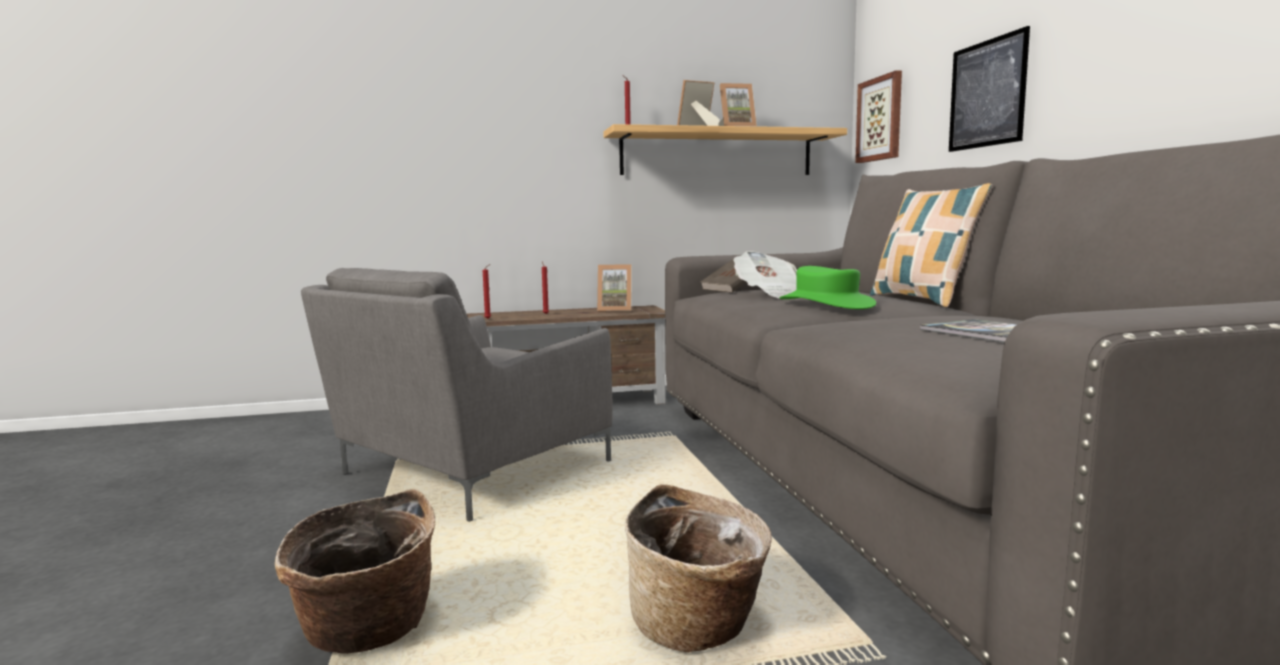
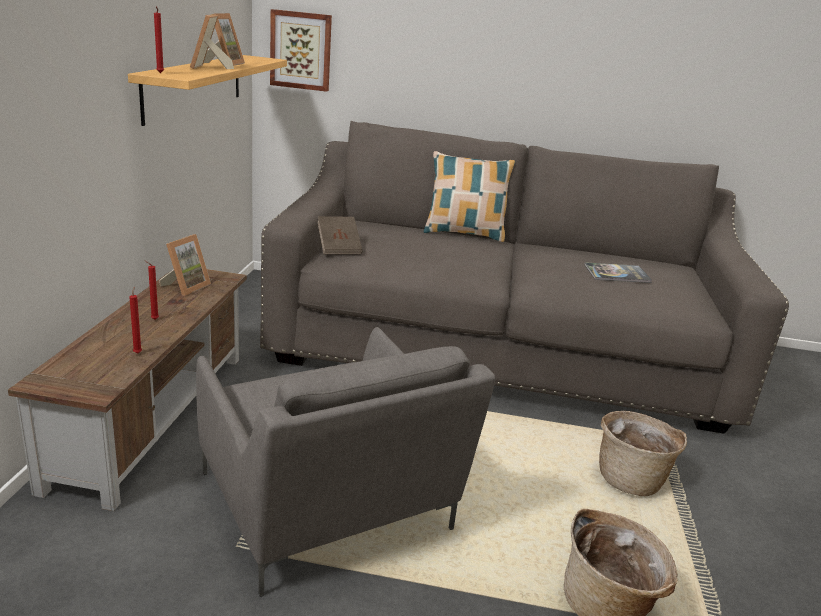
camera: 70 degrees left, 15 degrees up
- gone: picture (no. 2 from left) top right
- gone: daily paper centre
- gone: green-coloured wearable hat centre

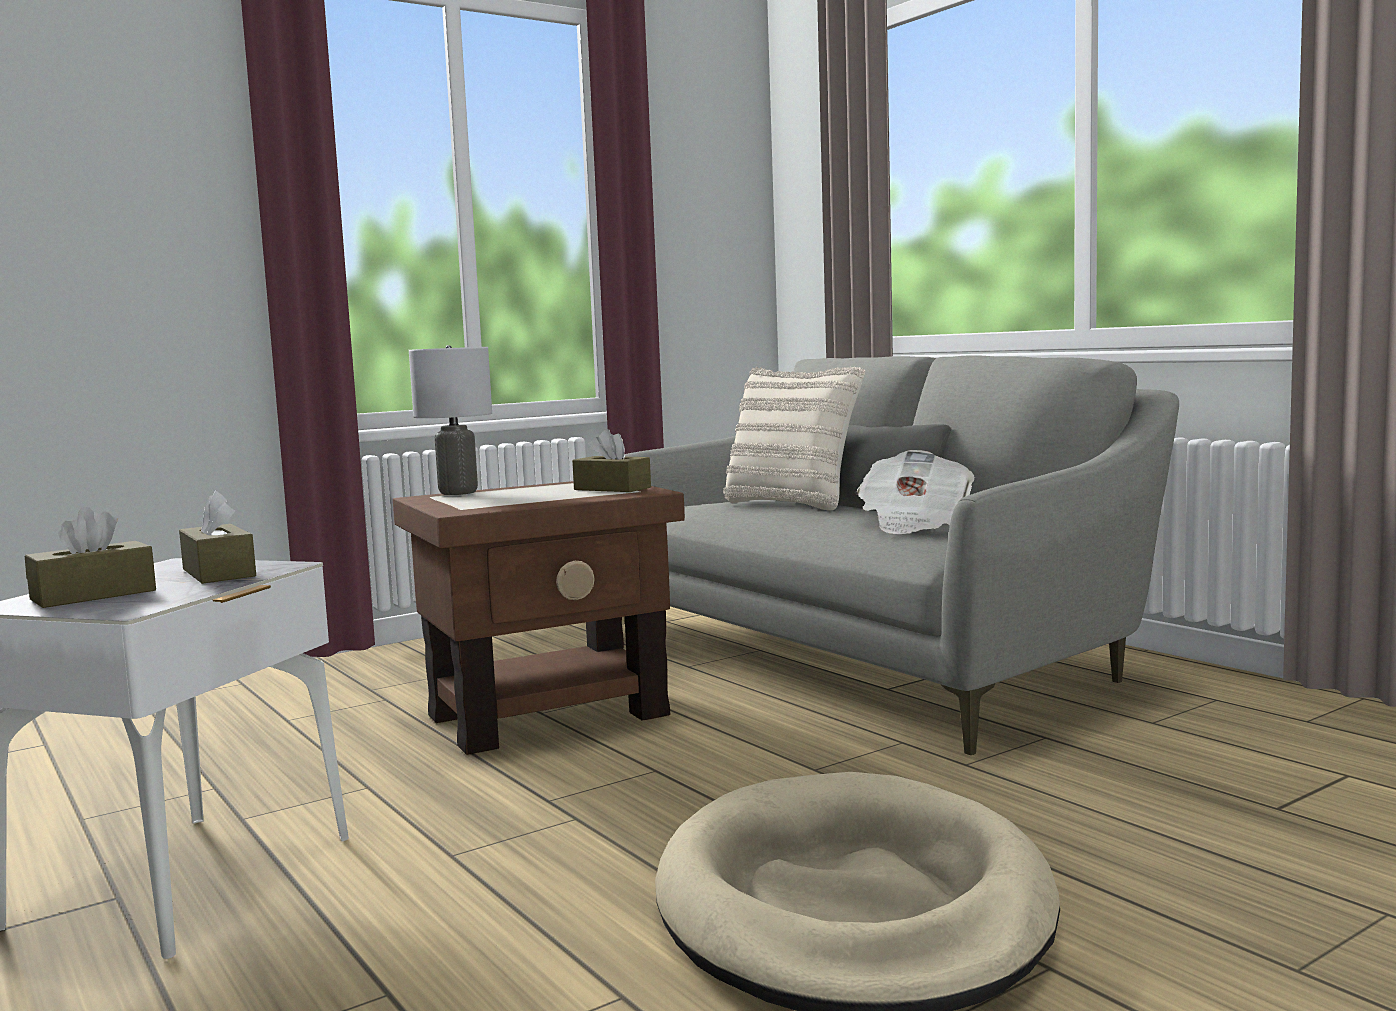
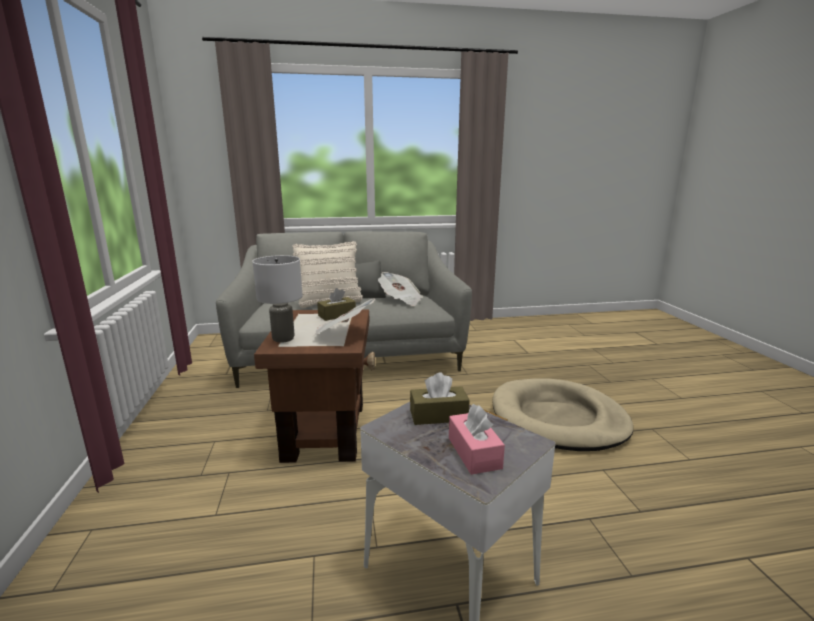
camera: 65 degrees left, 10 degrees up
- repainted: brownish tissue box (no. 1 from left) middle left to pink tissue box bottom centre
- new: daily paper (no. 1 from left) centre

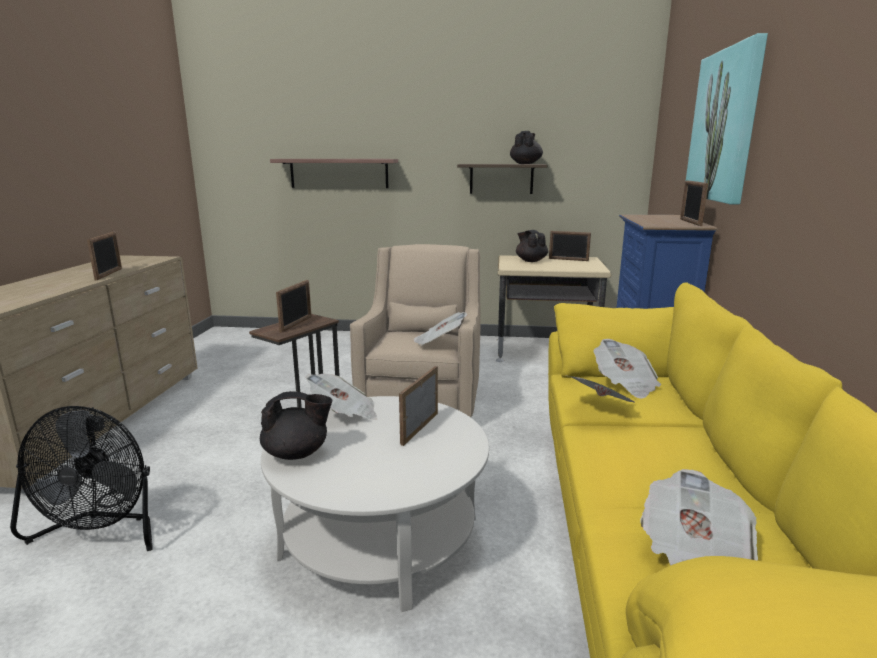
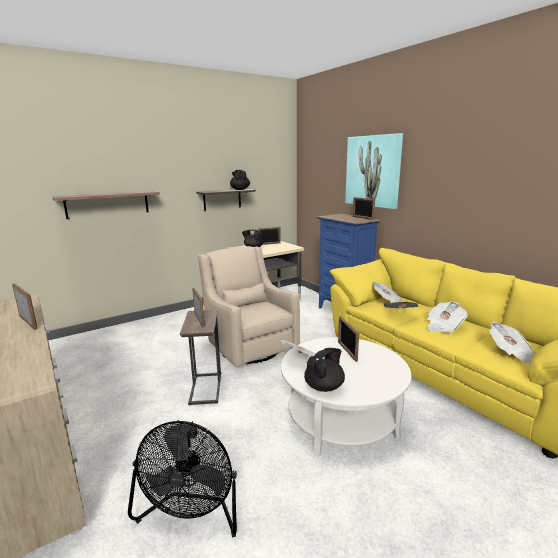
camera: 40 degrees left, 0 degrees up
- shifted: daily paper (no. 2 from left in the first image) centre to daily paper (no. 4 from left) middle right
- rotated: blackish cooling fan bottom left = bottom left 45 degrees clockwise

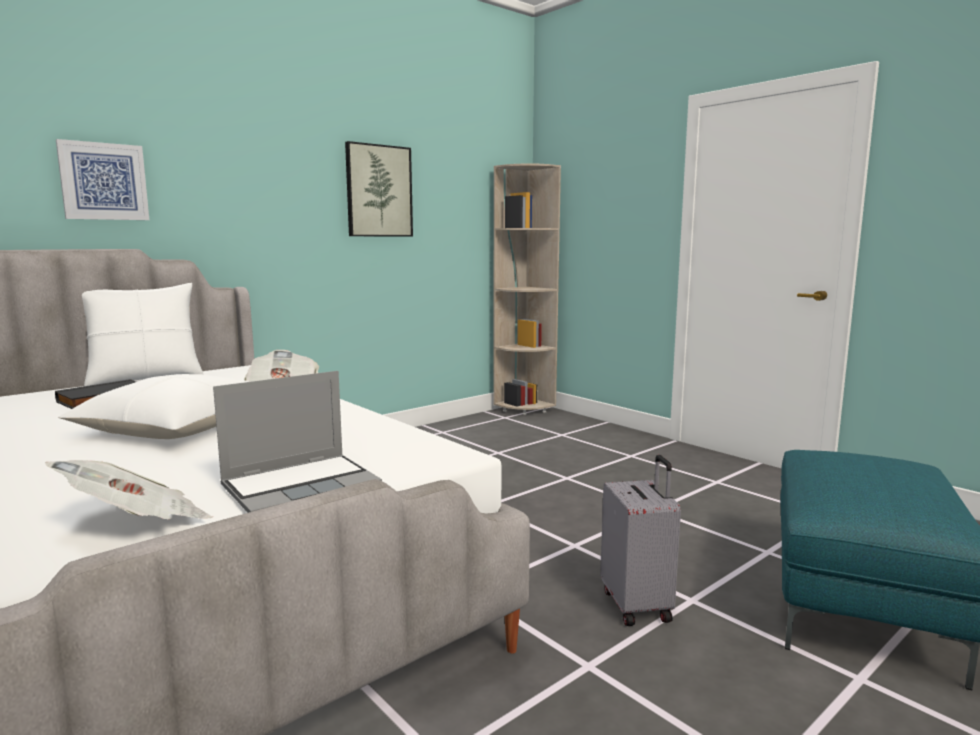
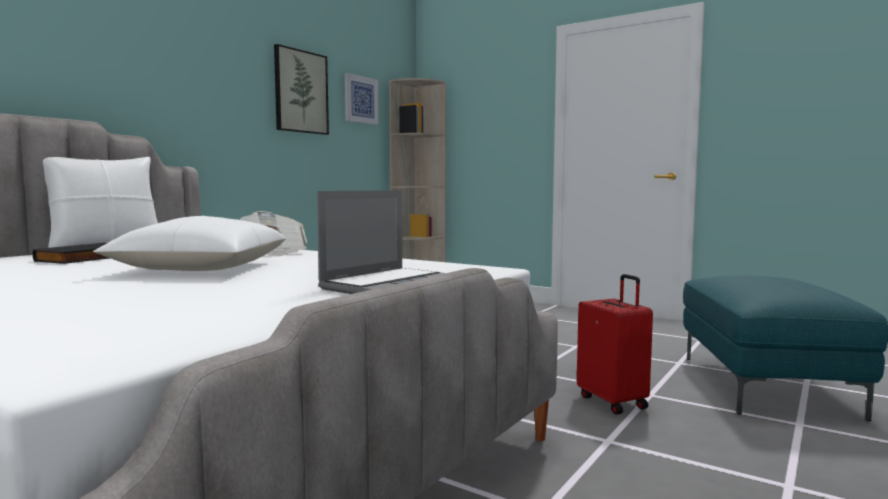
camera: 15 degrees left, 5 degrees down
- shifted: picture (no. 1 from left in the first image) top left to picture (no. 2 from left) top centre
- repainted: greyish suitcase bottom centre to red-coloured suitcase bottom right
- gone: daily paper (no. 1 from left) middle left

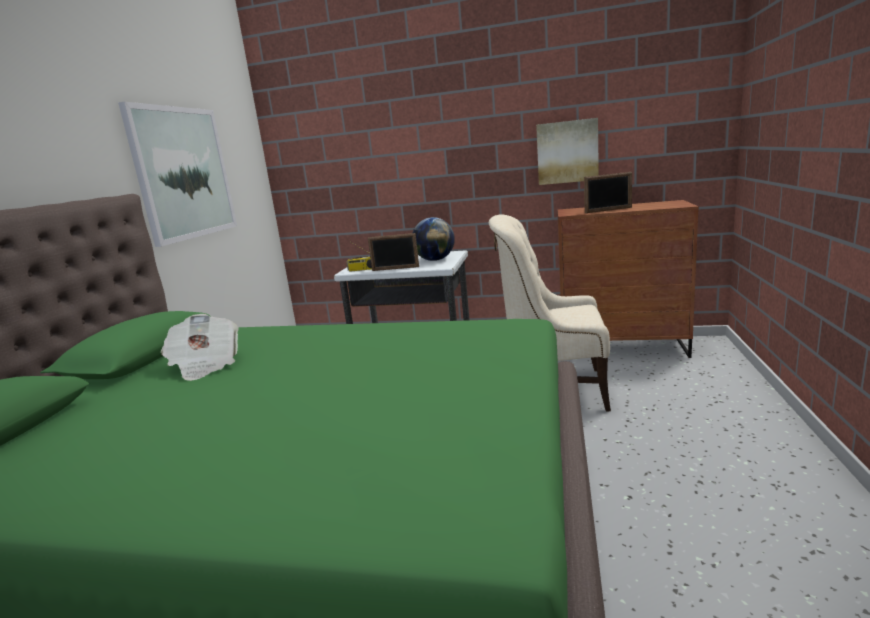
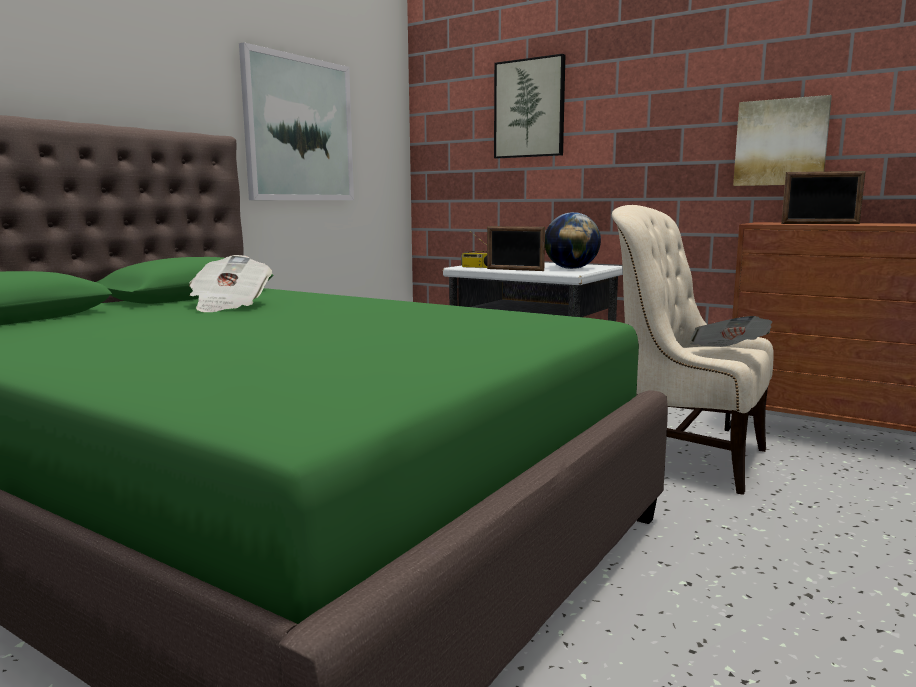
camera: 20 degrees right, 5 degrees down
- new: picture (no. 2 from left) top centre
- new: daily paper (no. 2 from left) middle right

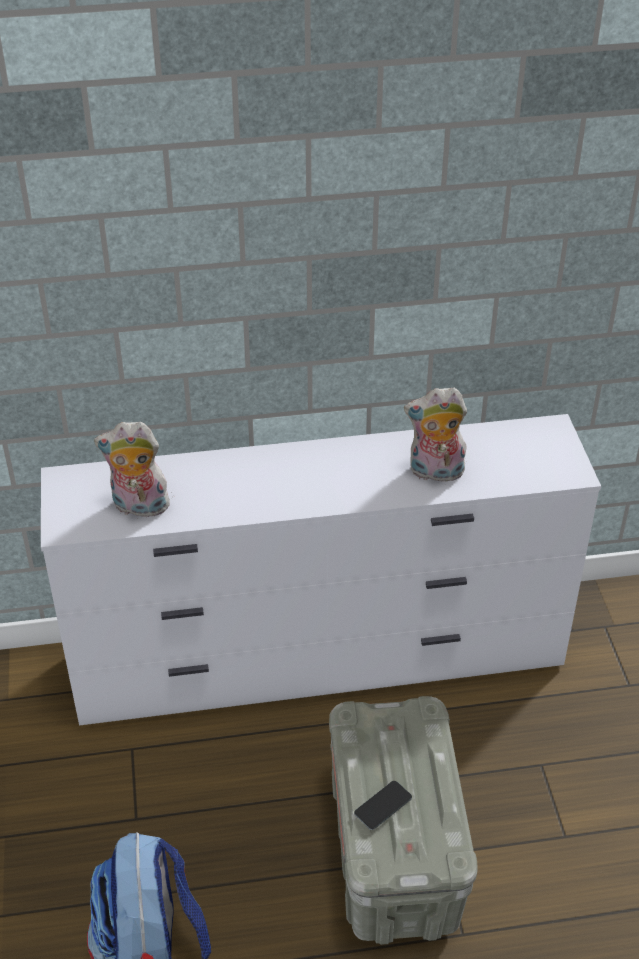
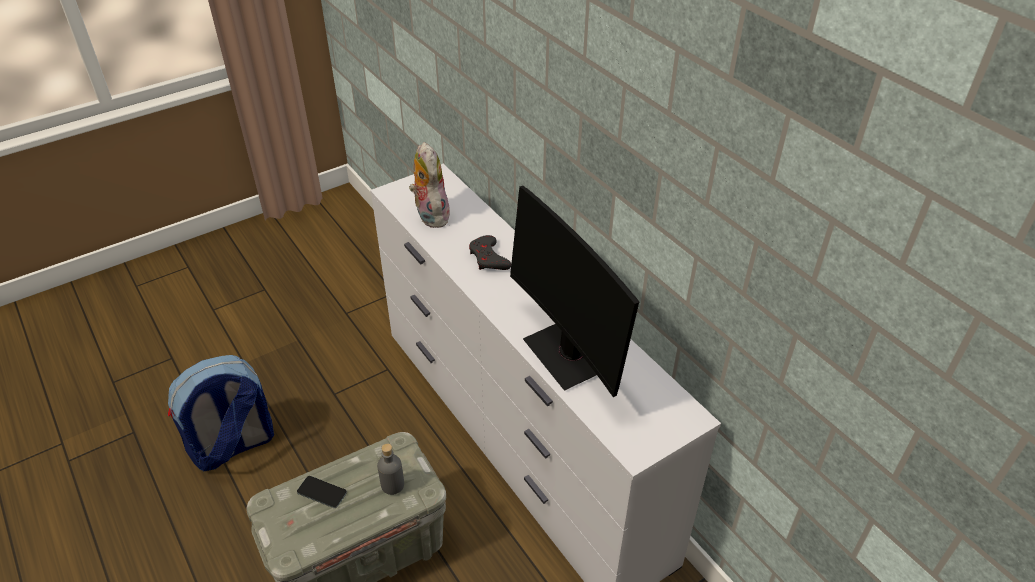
camera: 65 degrees right, 0 degrees up
- swapped: cuddly toy (no. 2 from left) middle right to monitor centre
- new: greyish gamepad centre
- new: greyish bottle bottom centre

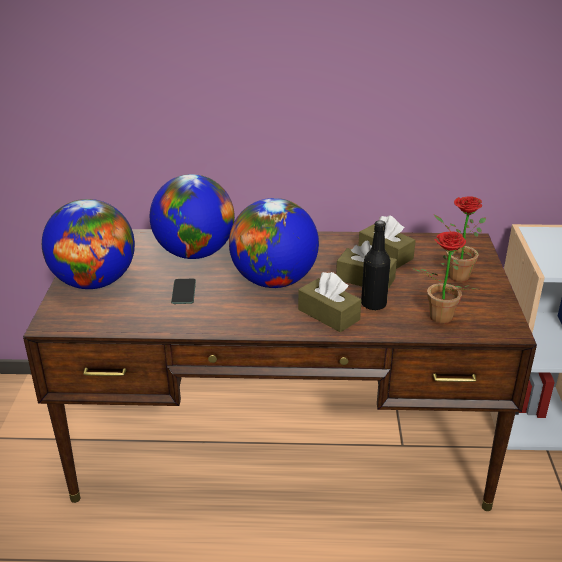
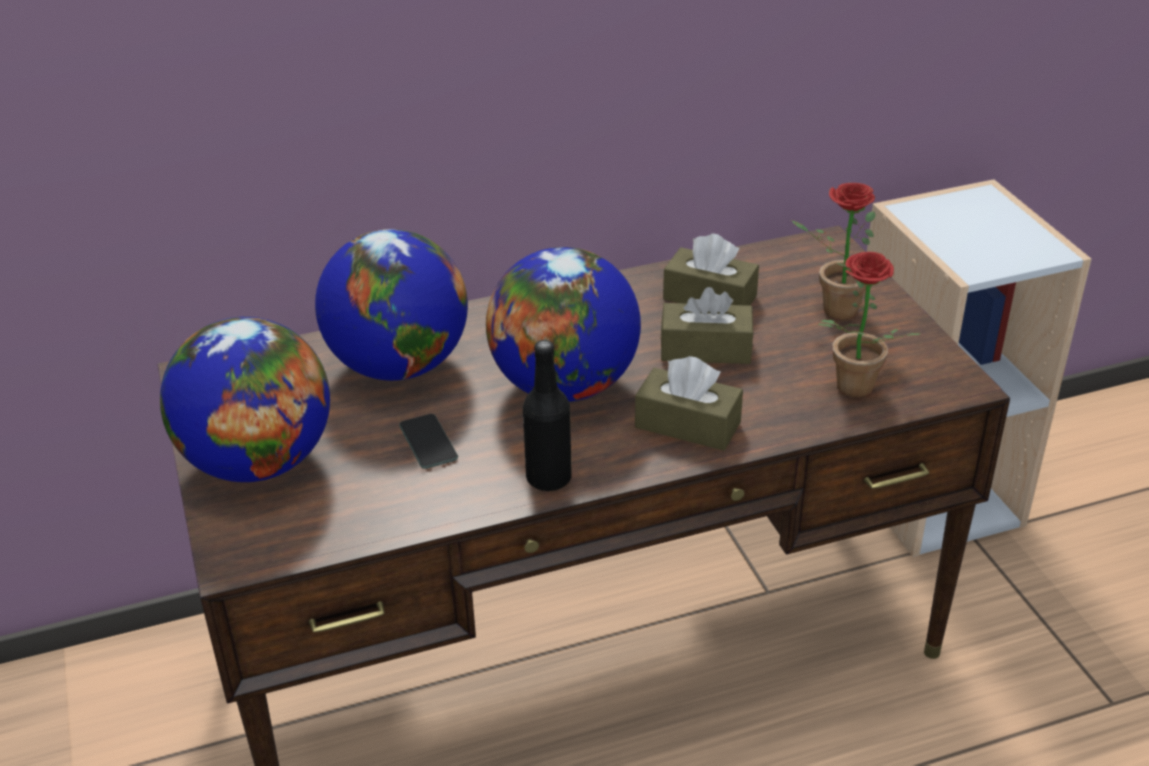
camera: 20 degrees left, 5 degrees up
- shifted: blackish bottle middle right to centre

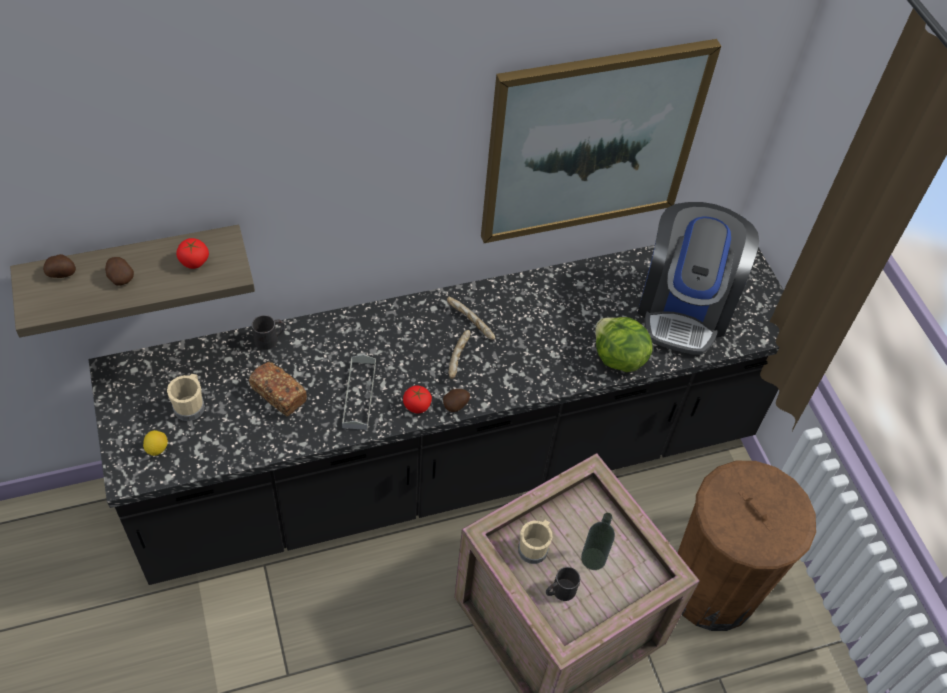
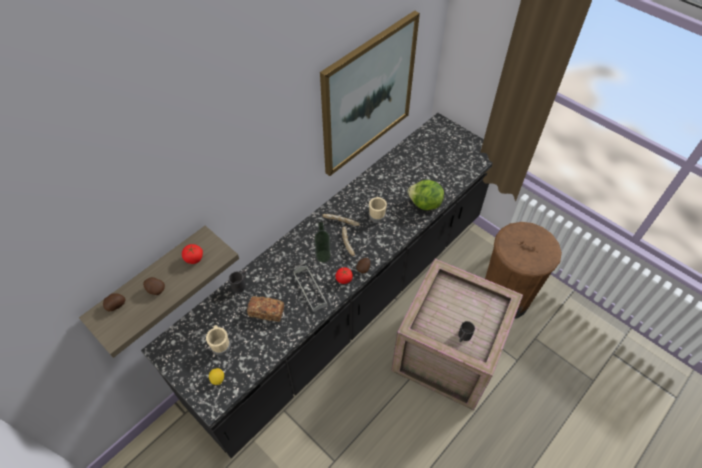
camera: 25 degrees left, 0 degrees up
- gone: coffee brewer middle right
- shifted: bottle bottom centre to centre
- shifted: sand-coloured mug (no. 2 from left) bottom centre to centre

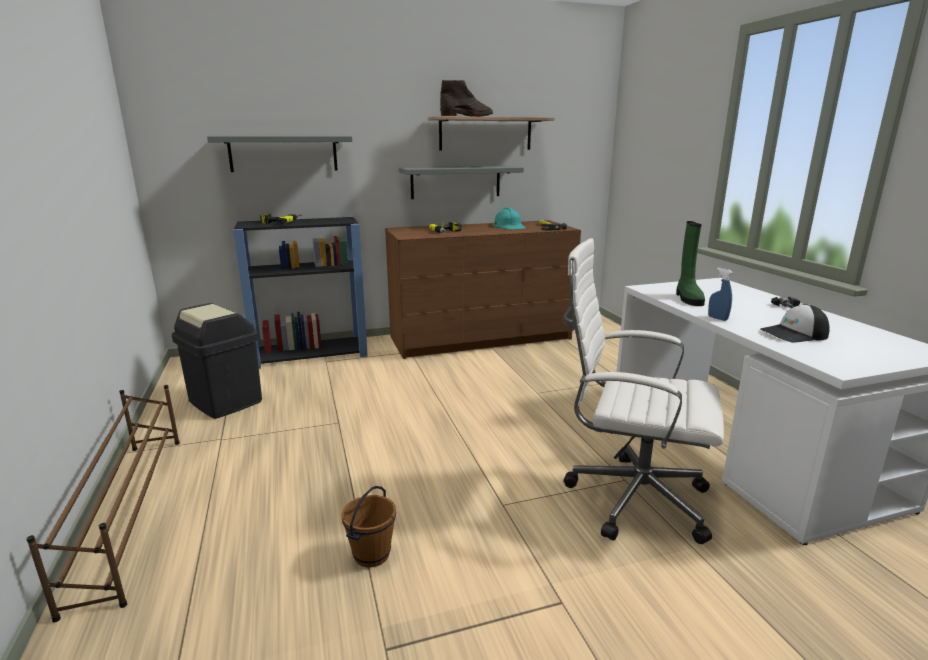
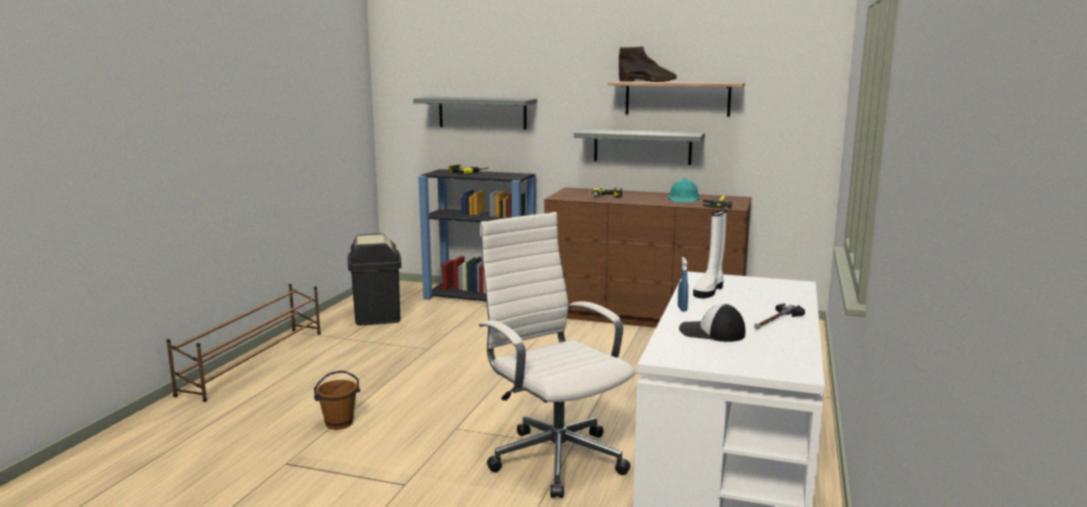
camera: 35 degrees right, 5 degrees down
- repainted: green-coloured boot middle right to white boot centre

